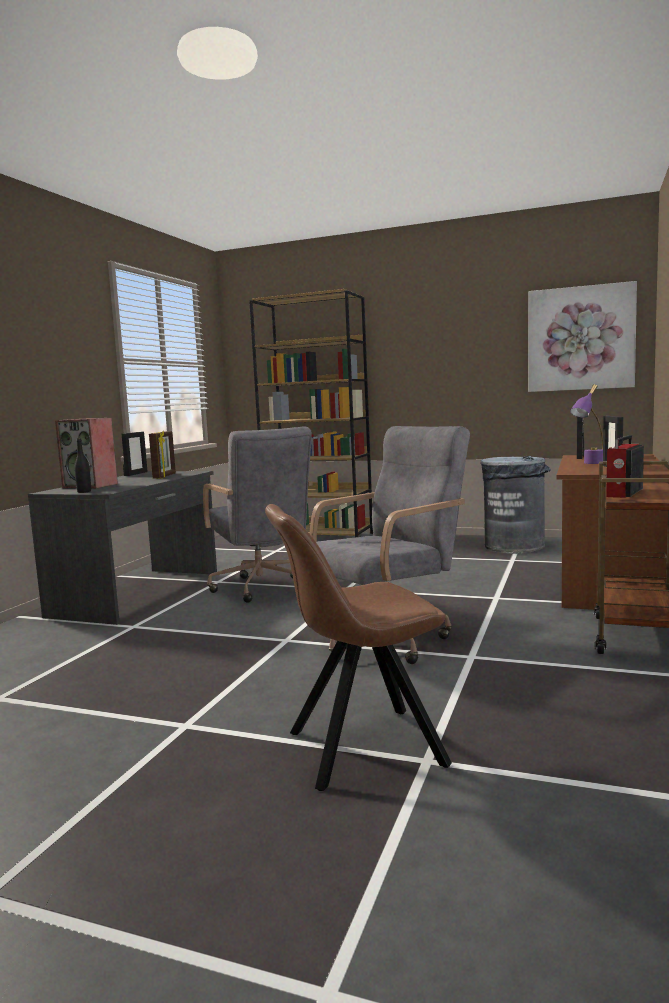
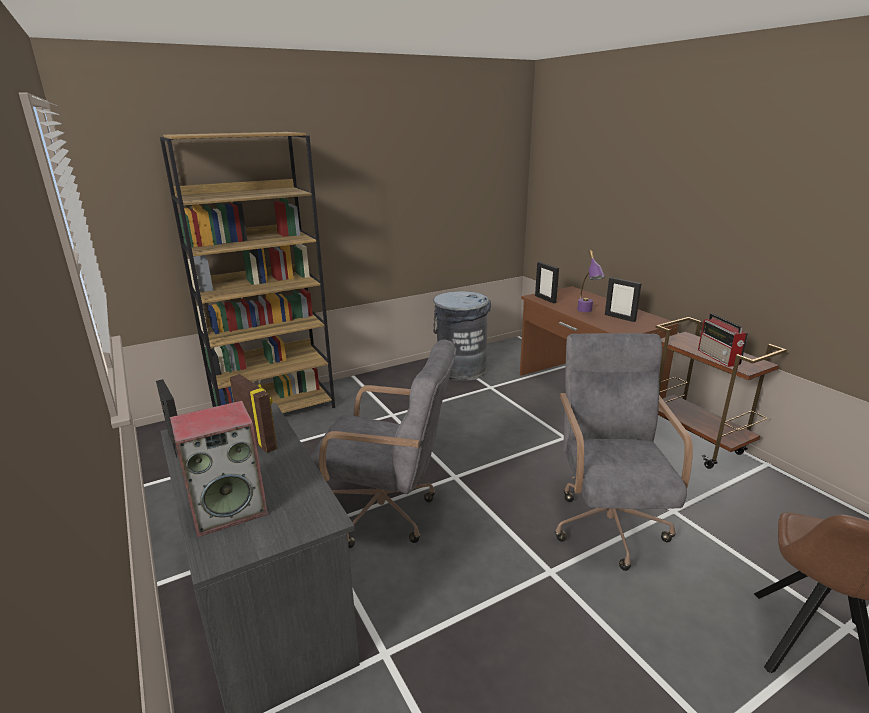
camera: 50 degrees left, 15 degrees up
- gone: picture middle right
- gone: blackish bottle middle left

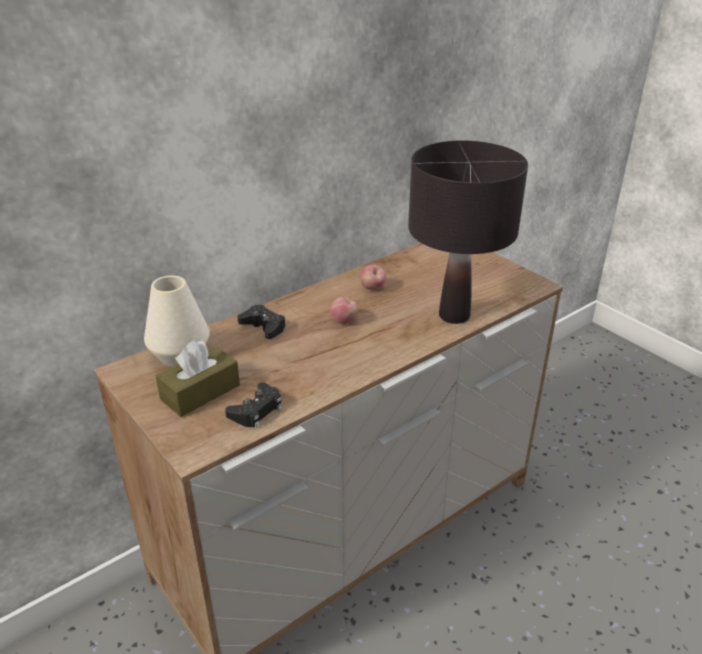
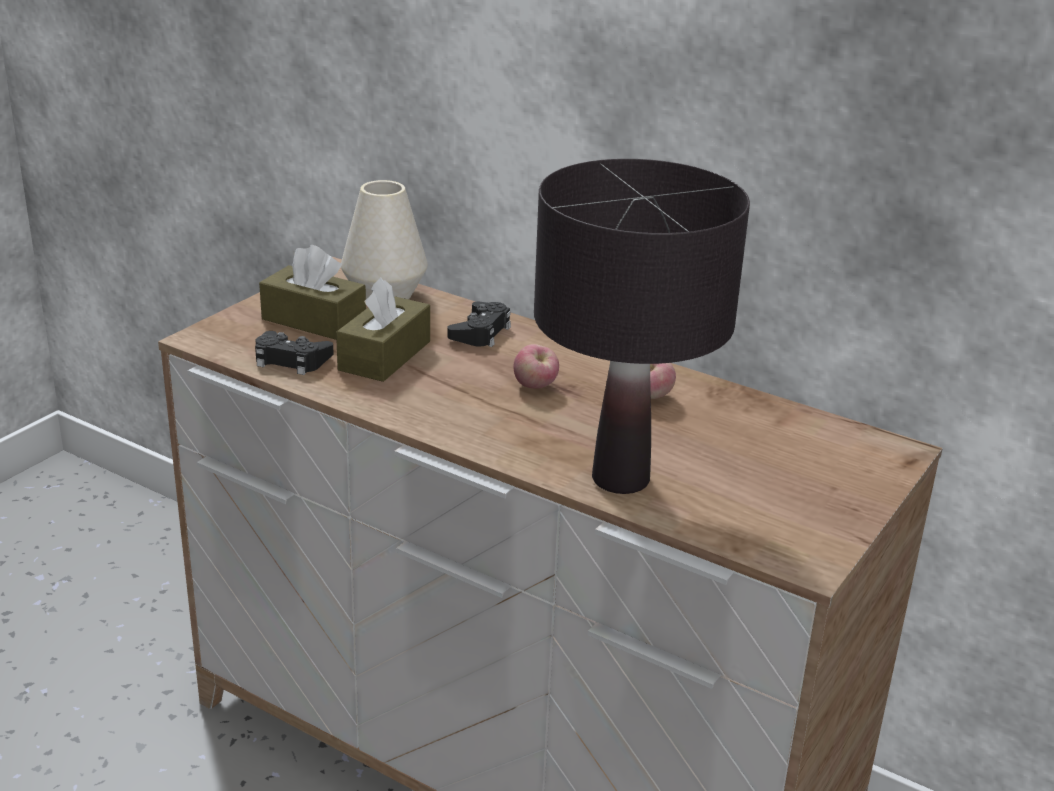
camera: 70 degrees right, 5 degrees down
- new: brownish tissue box (no. 2 from left) centre

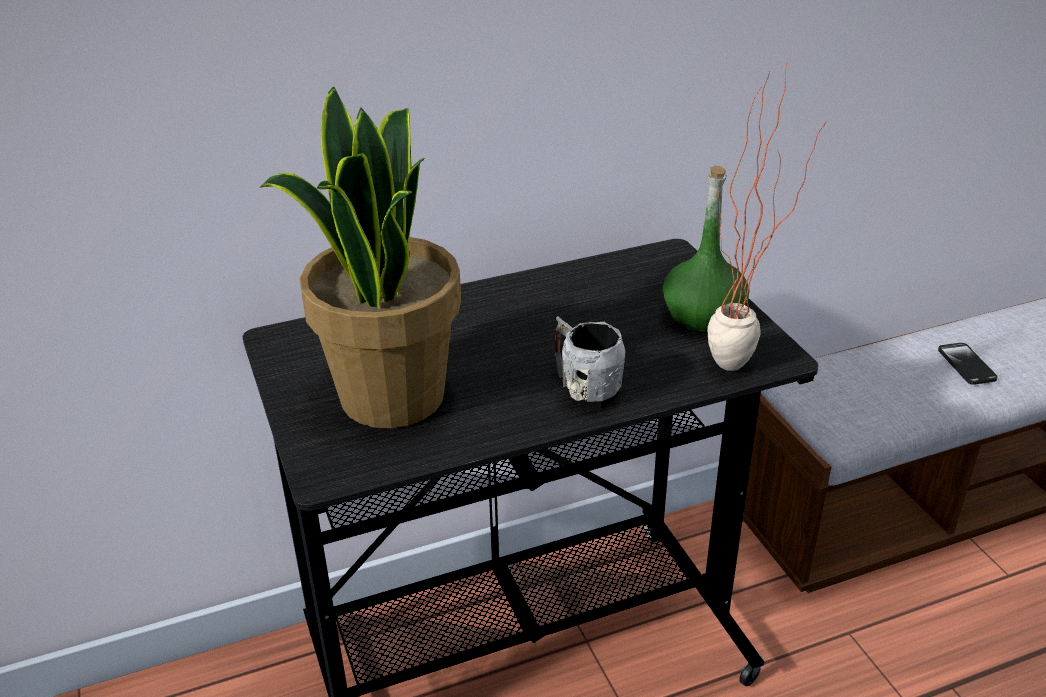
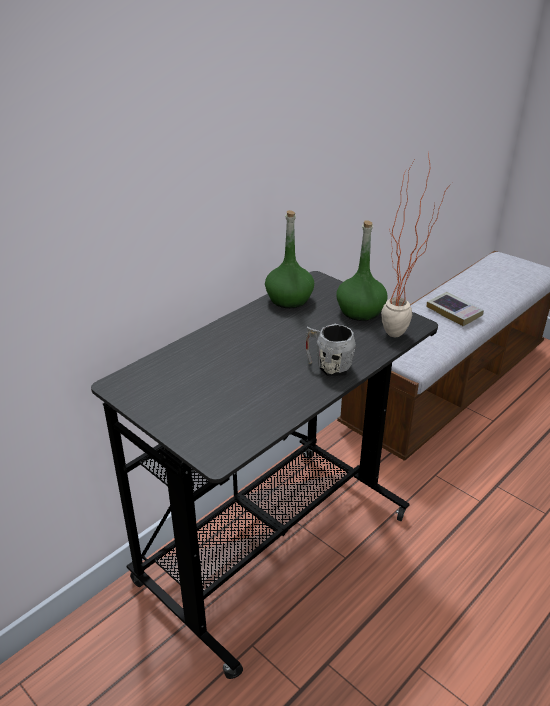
camera: 25 degrees left, 0 degrees up
- gone: houseplant (no. 1 from left) centre
- swapped: phone middle right to book middle right
- new: green-coloured bottle (no. 1 from left) centre

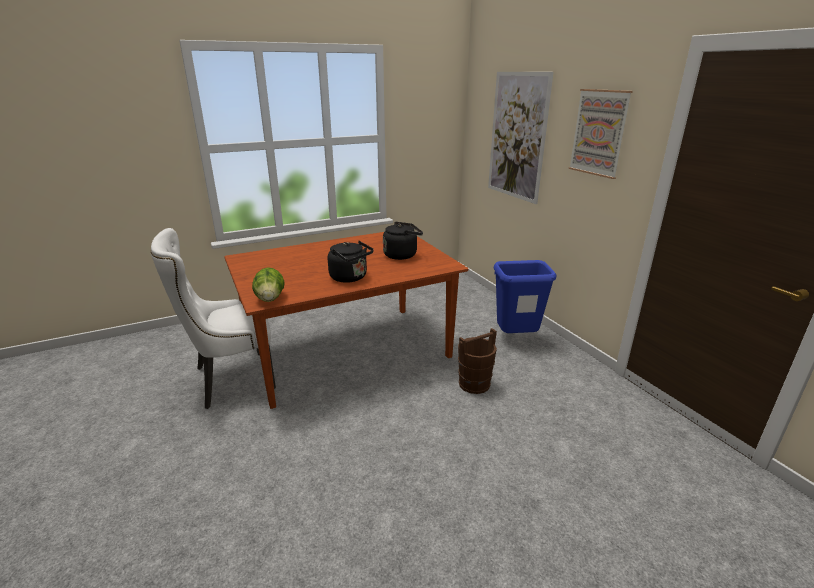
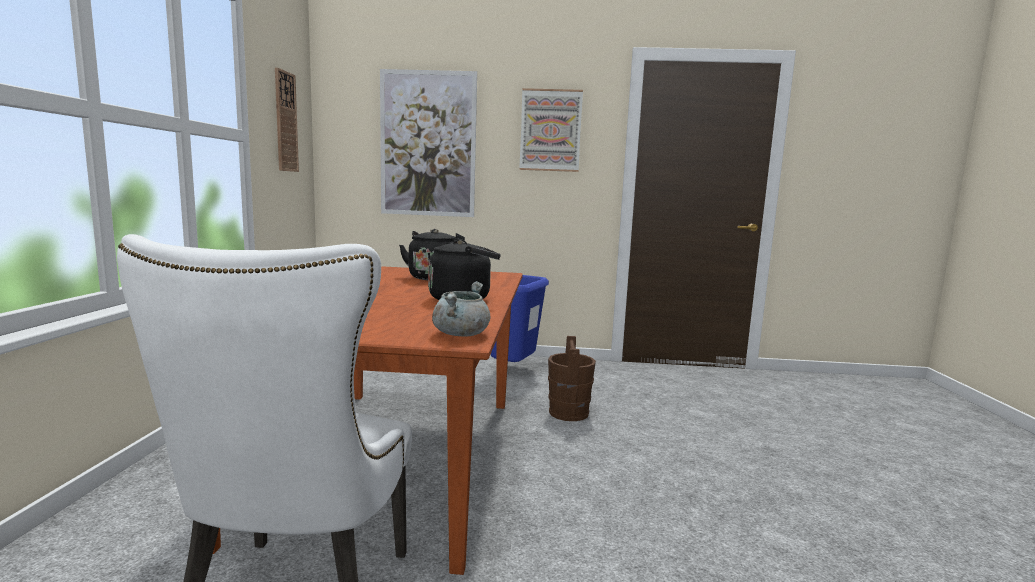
camera: 60 degrees left, 15 degrees down
- swapped: lettuce head middle left to greyish stockpot centre
- new: clock on the wall top left

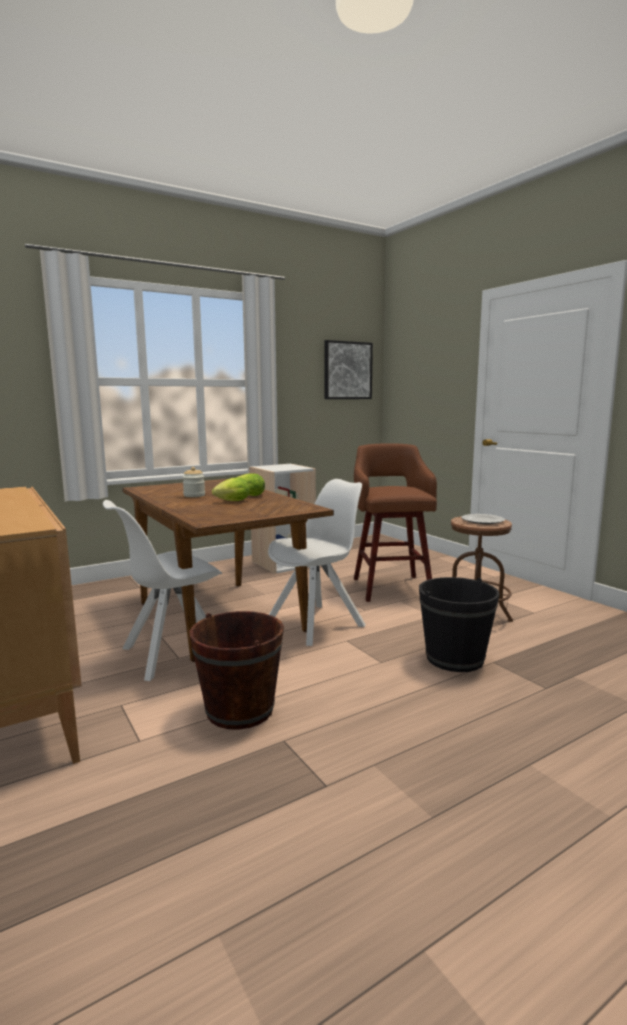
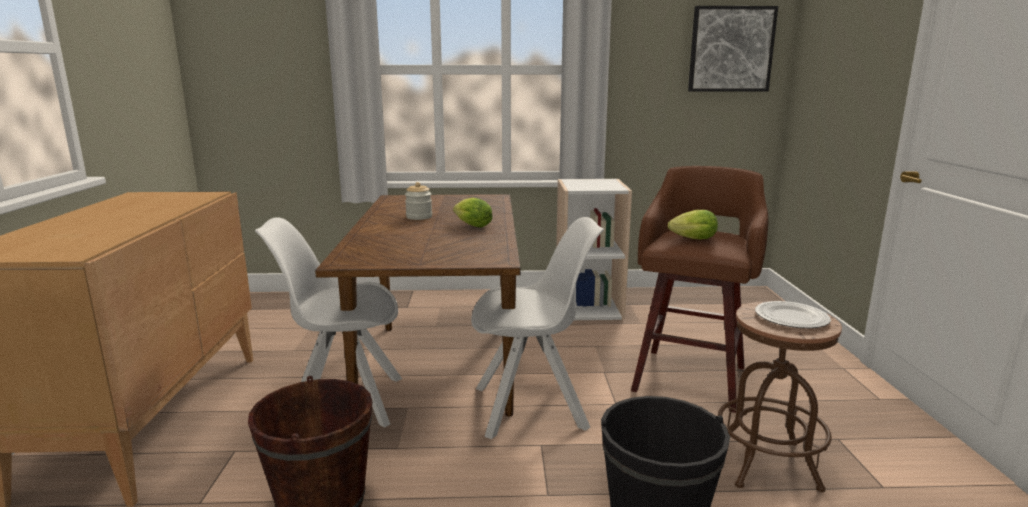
camera: 30 degrees right, 5 degrees up
- shifted: lettuce head (no. 1 from left in the first image) centre to lettuce head (no. 2 from left) middle right

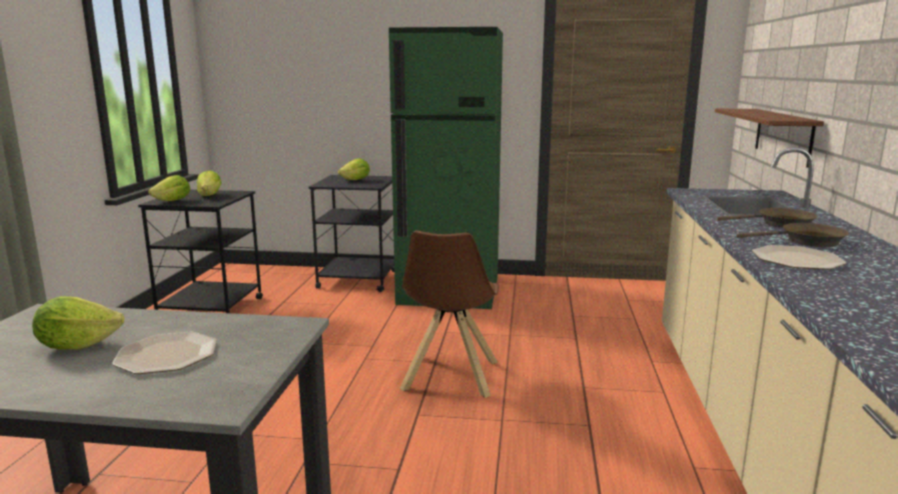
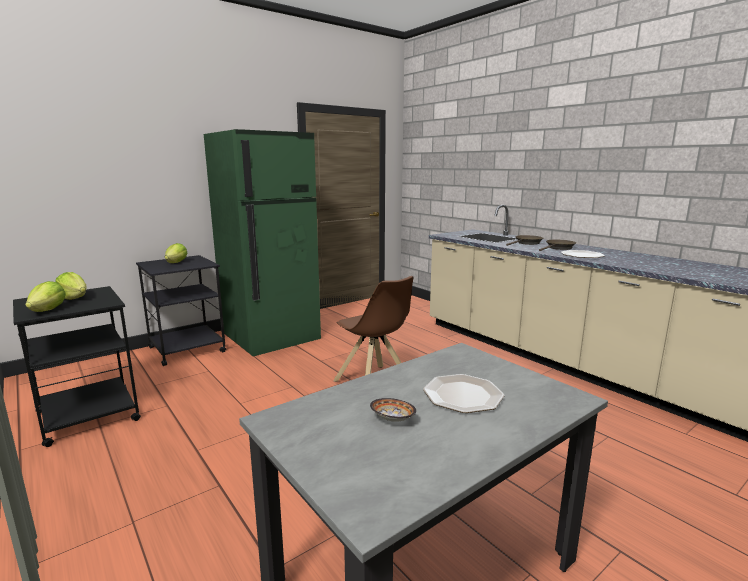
camera: 45 degrees left, 0 degrees up
- gone: brownish shelf top right
- swapped: lettuce head (no. 1 from left) middle left to serving bowl bottom centre

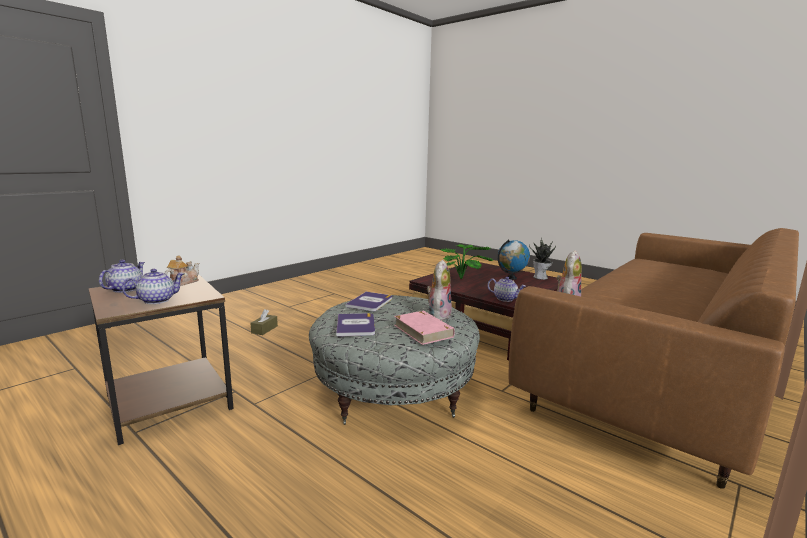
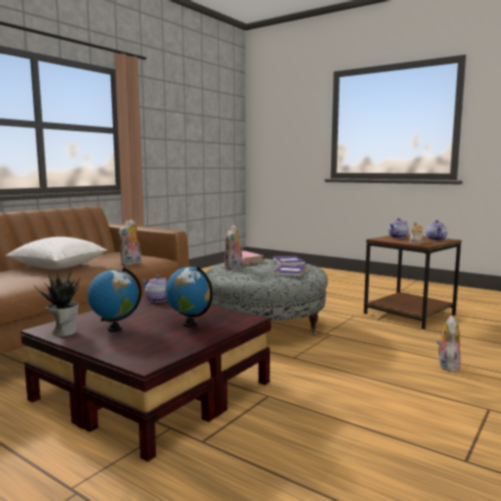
camera: 175 degrees right, 5 degrees down
- swapped: houseplant (no. 1 from left) centre to world globe (no. 2 from left) centre
- swapped: brownish tissue box middle left to cuddly toy (no. 3 from left) bottom right
- new: white throw pillow middle left

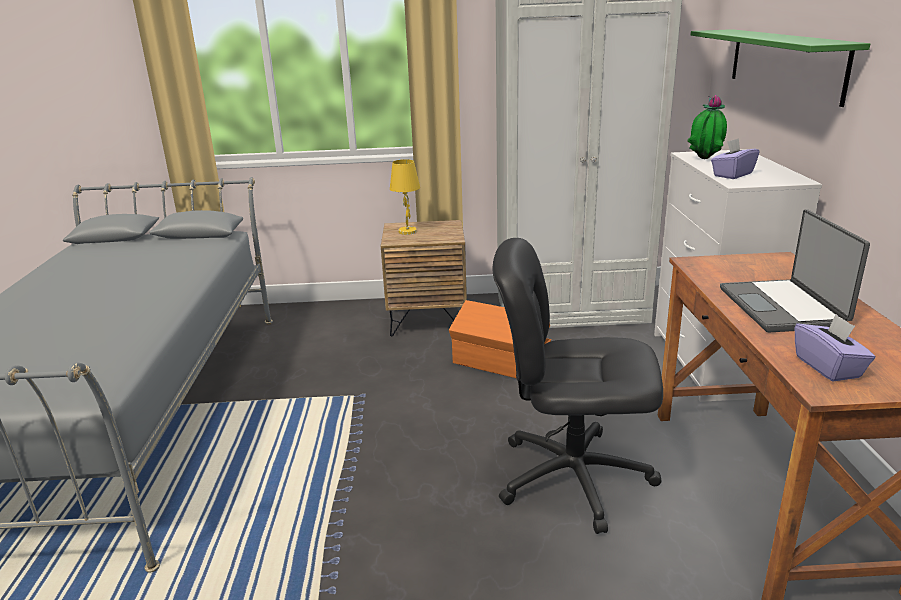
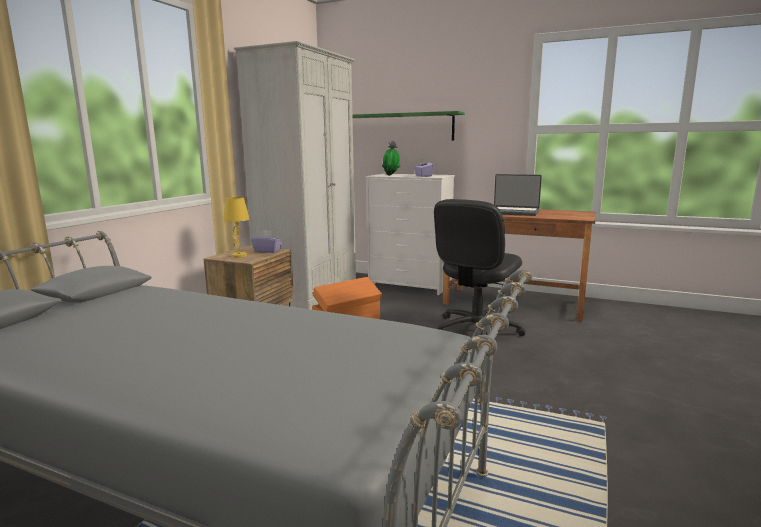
camera: 65 degrees left, 10 degrees down
- shifted: purple-coloured tissue box (no. 2 from left in the first image) middle right to purple-coloured tissue box (no. 1 from left) centre

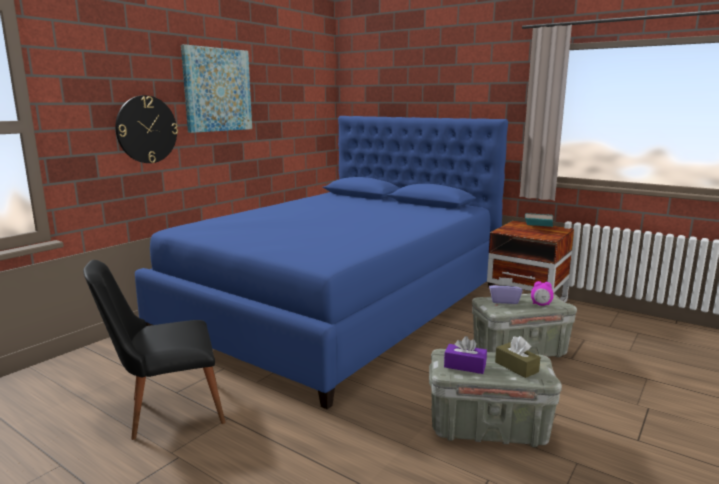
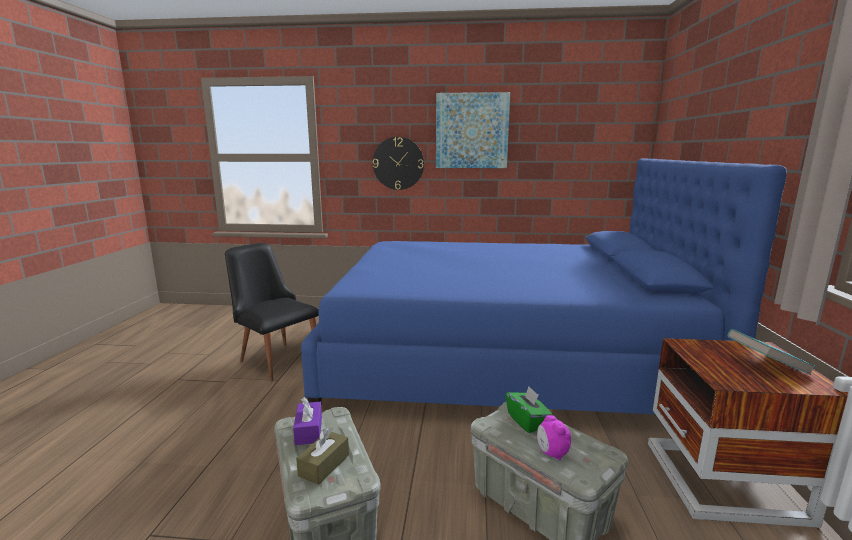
camera: 60 degrees right, 0 degrees up
- repainted: purple-coloured tissue box (no. 2 from left) middle right to green-coloured tissue box bottom centre

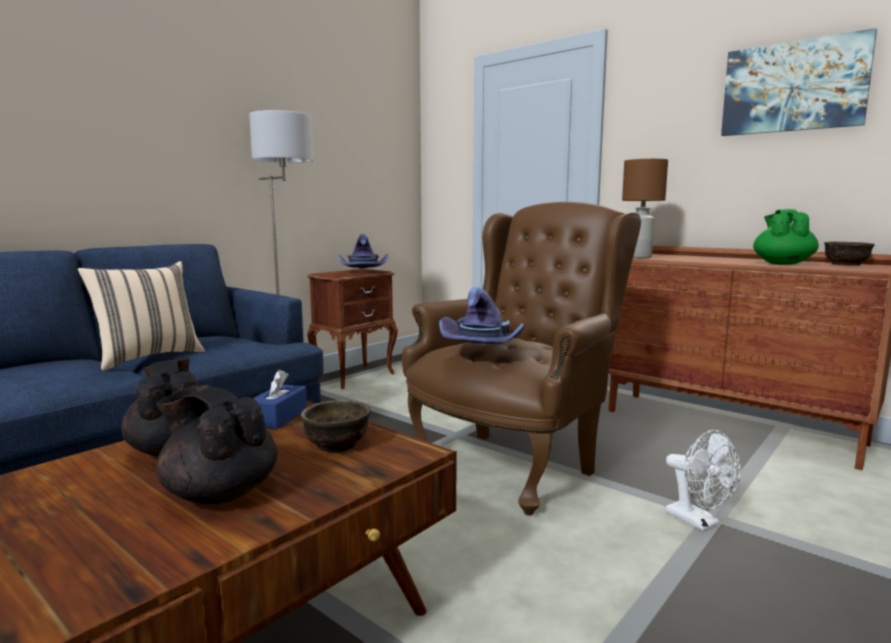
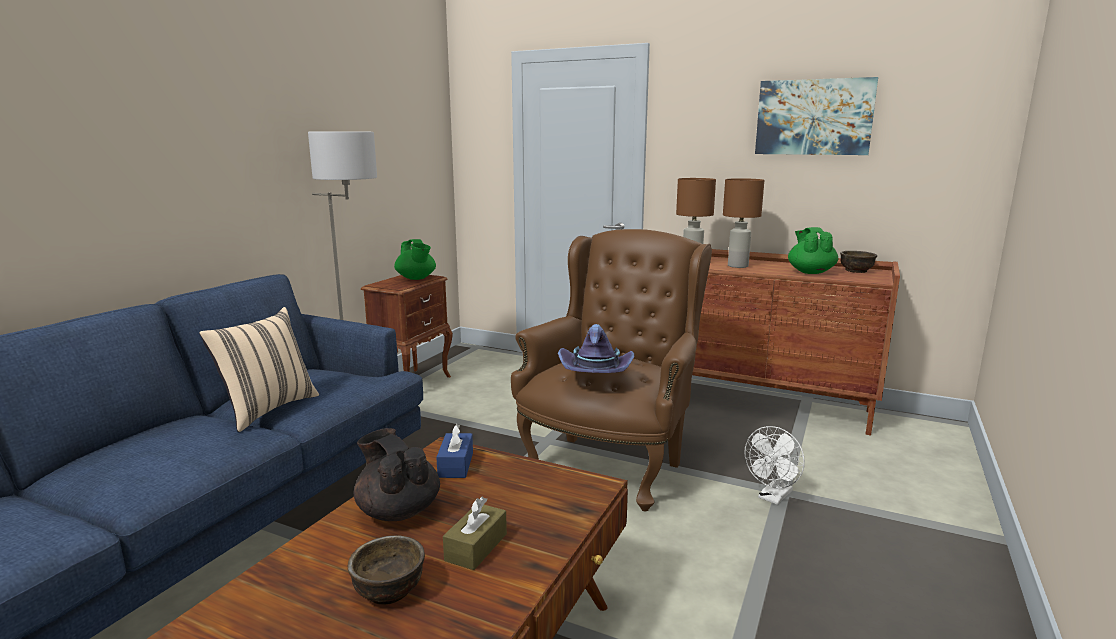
camera: 15 degrees left, 5 degrees up
- swapped: purple-coloured wearable hat (no. 1 from left) centre to green-coloured pot for tea (no. 1 from left) centre
- swapped: blackish pot for tea (no. 2 from left) bottom left to brownish tissue box bottom centre
- shifted: brownish serving bowl (no. 1 from left) centre to bottom centre
- rotated: white cooling fan bottom right = bottom right 90 degrees clockwise
- new: brownish table lamp (no. 2 from left) centre

